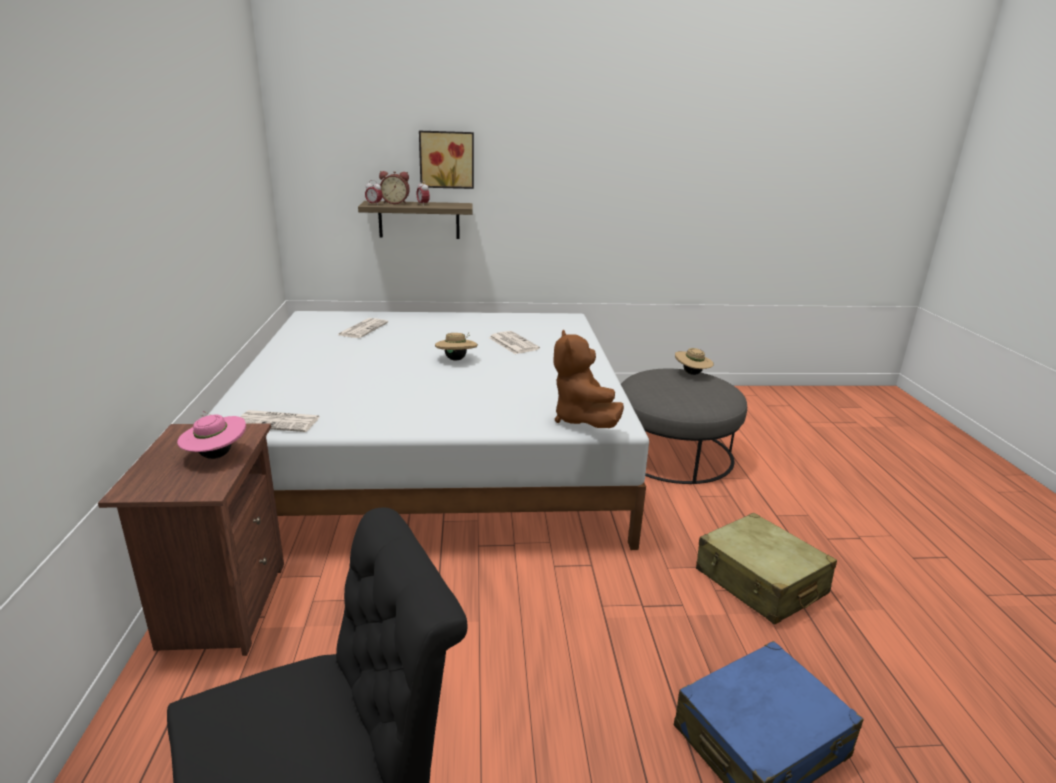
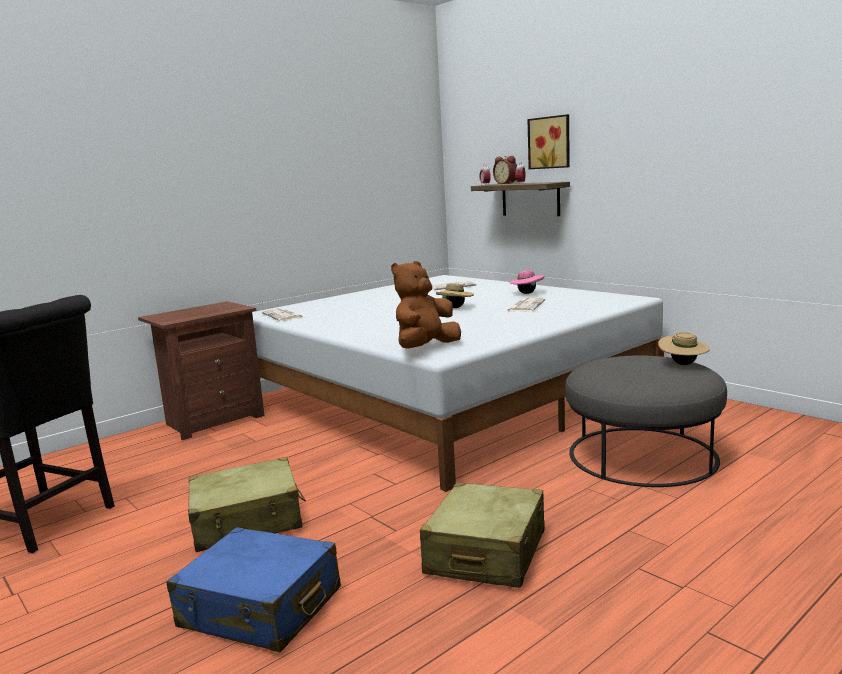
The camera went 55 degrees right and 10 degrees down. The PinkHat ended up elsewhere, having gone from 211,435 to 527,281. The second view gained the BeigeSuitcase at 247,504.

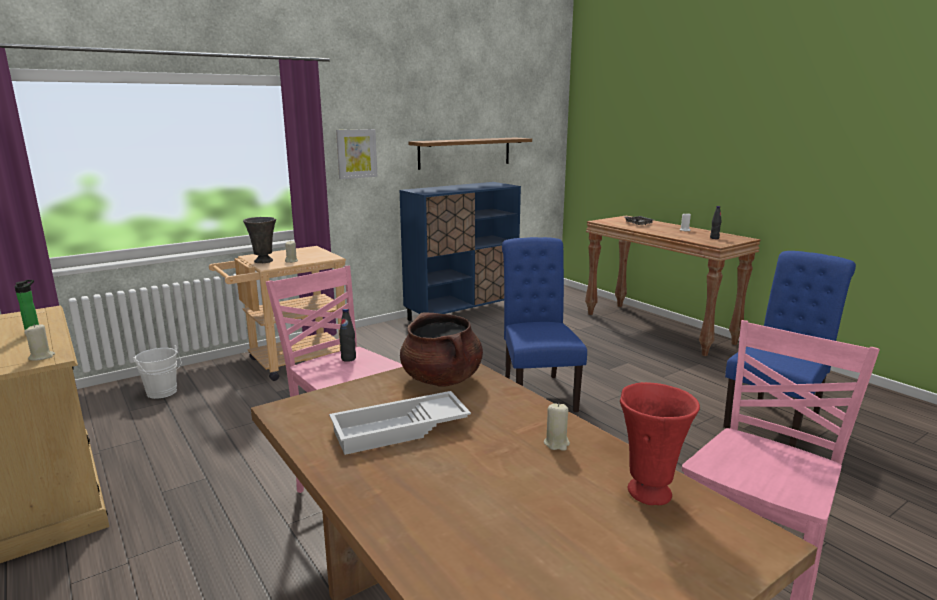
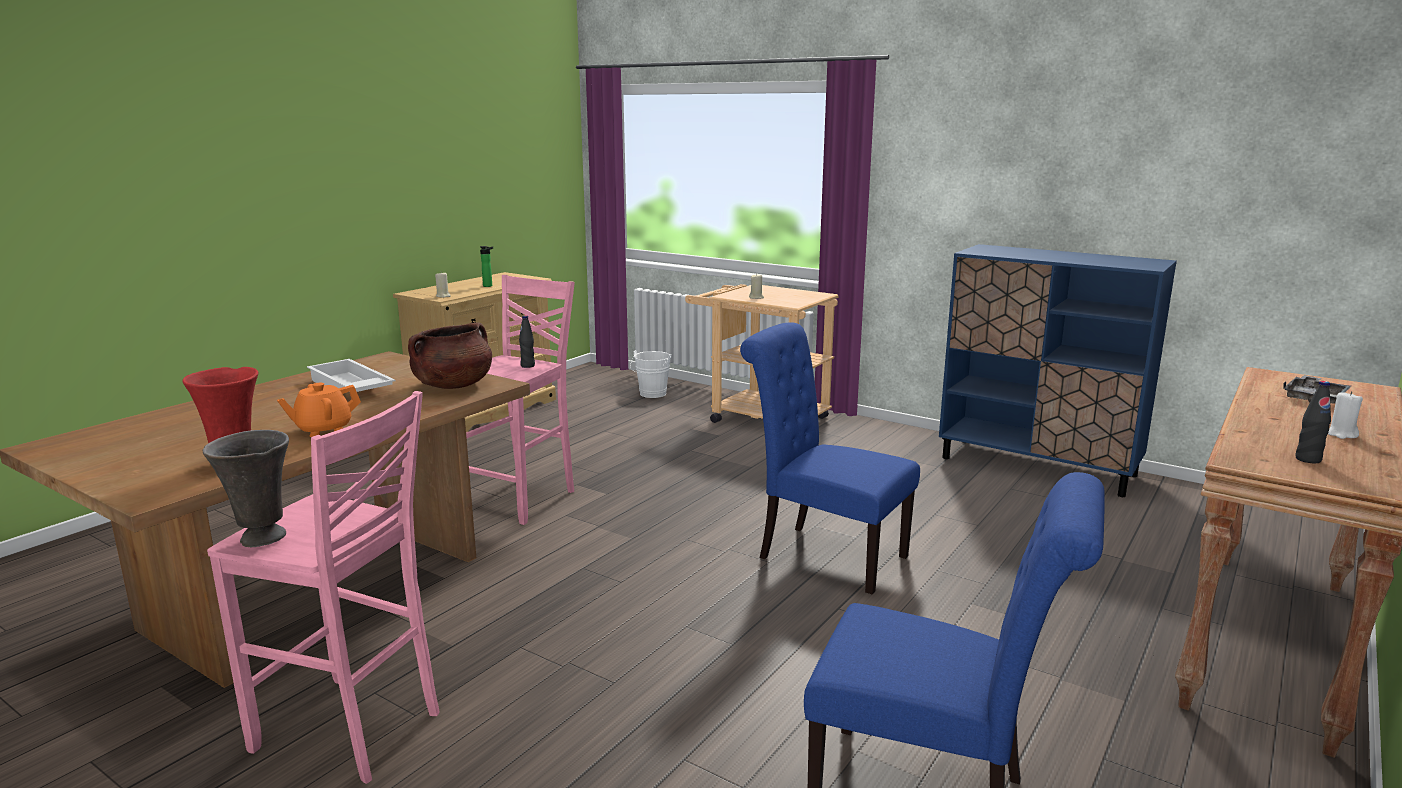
The camera went 70 degrees right and 0 degrees up. The second view lost the Picture at 357,154. The second view lost the Shelf at 470,153. The GreyVase ended up elsewhere, having gone from 259,240 to 246,488. The BlueChair at 544,324 ended up facing another way, 120 degrees counterclockwise from before. Where the BeigeCandle stood at 557,427, the OrangeTeapot came to stand at 319,410.

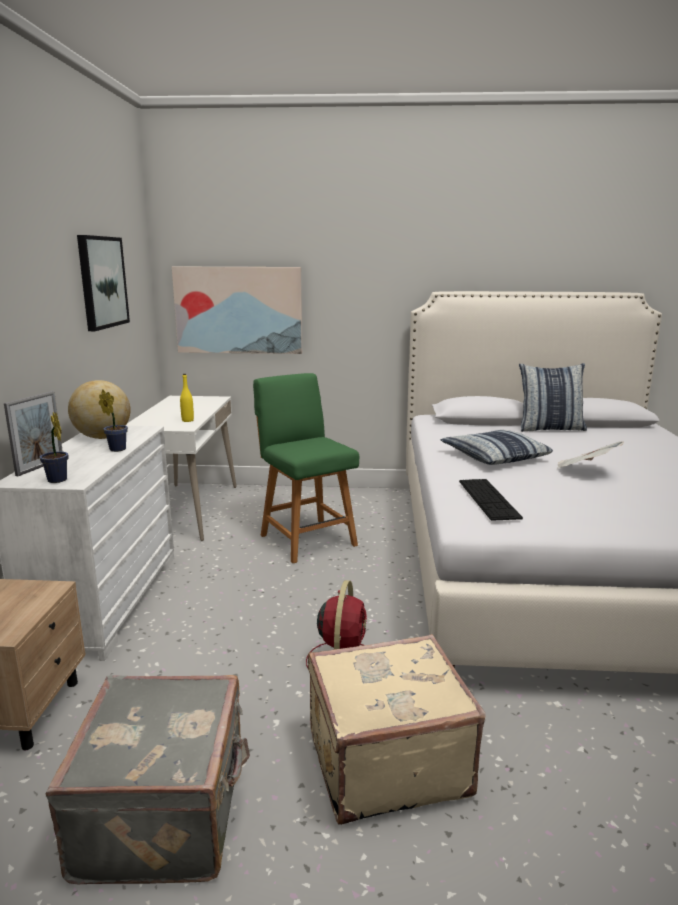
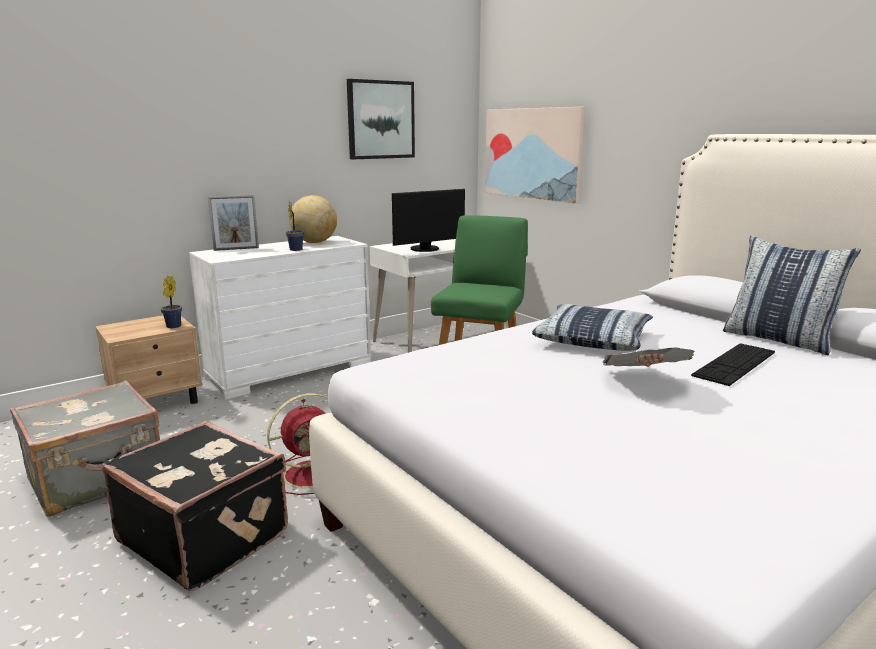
The camera went 50 degrees right and 0 degrees up. Where the YellowBottle stood at 187,398, the Monitor came to stand at 428,220. The PottedPlant ended up elsewhere, having gone from 53,447 to 171,302. The Keyboard ended up elsewhere, having gone from 491,500 to 733,364. What was the BeigeSuitcase at 397,729 turned into the BlackSuitcase at 195,506.

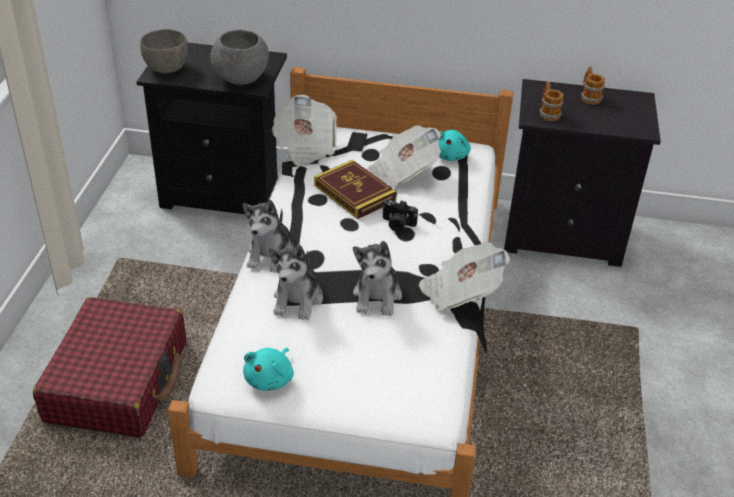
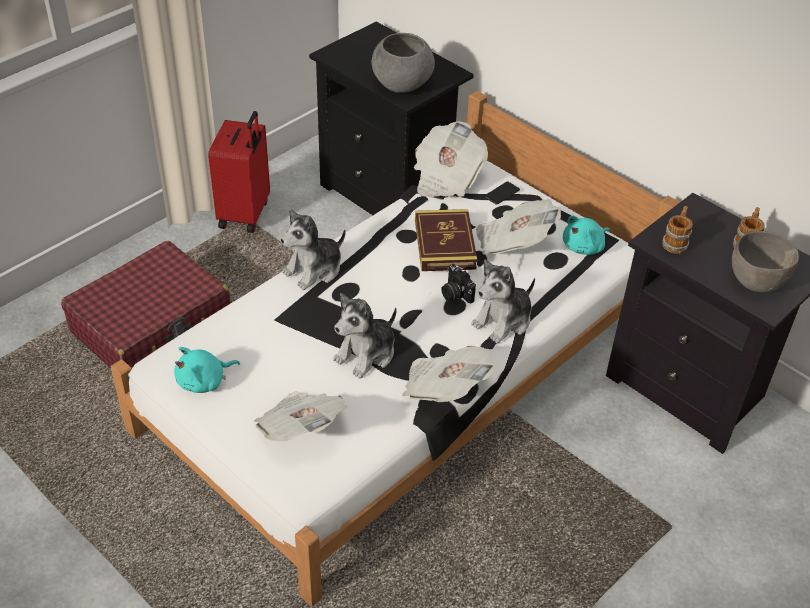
The camera went 35 degrees right and 5 degrees up. The GreyBowl ended up elsewhere, having gone from 164,51 to 765,261. The PlushToy ended up elsewhere, having gone from 296,282 to 503,301. The second view gained the RedSuitcase at 239,172. The second view gained the Newspaper at 301,416.

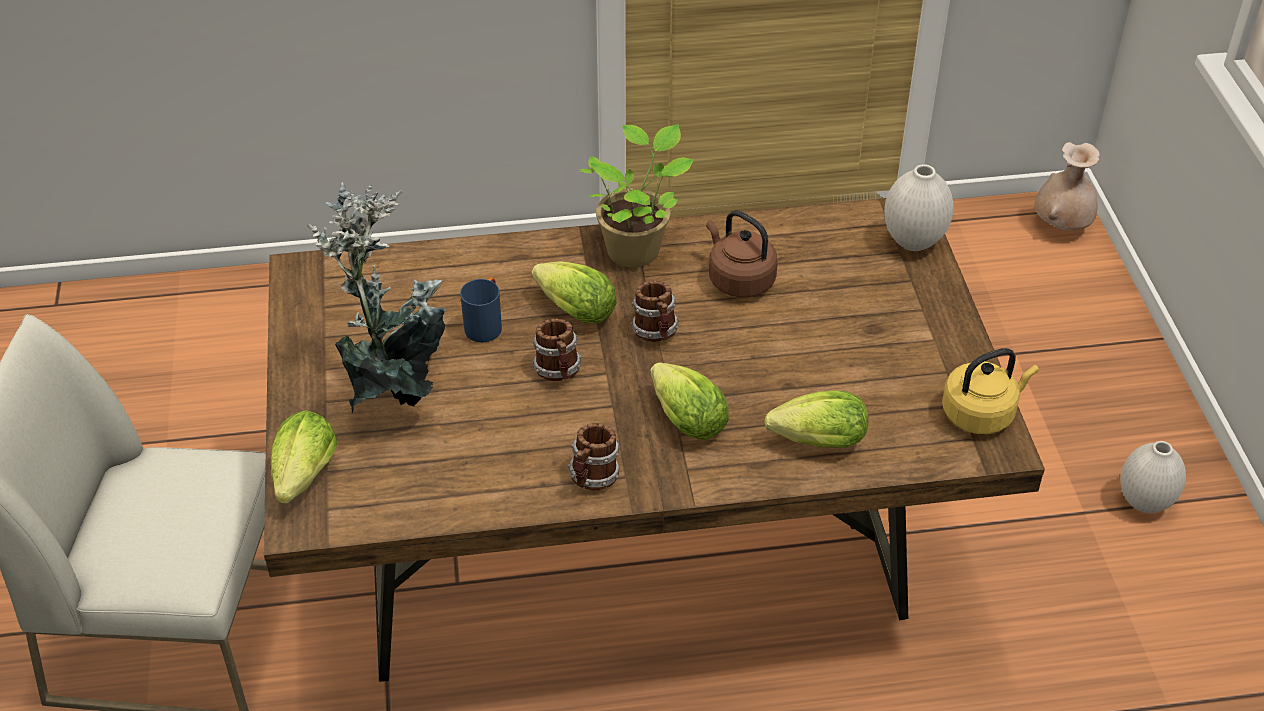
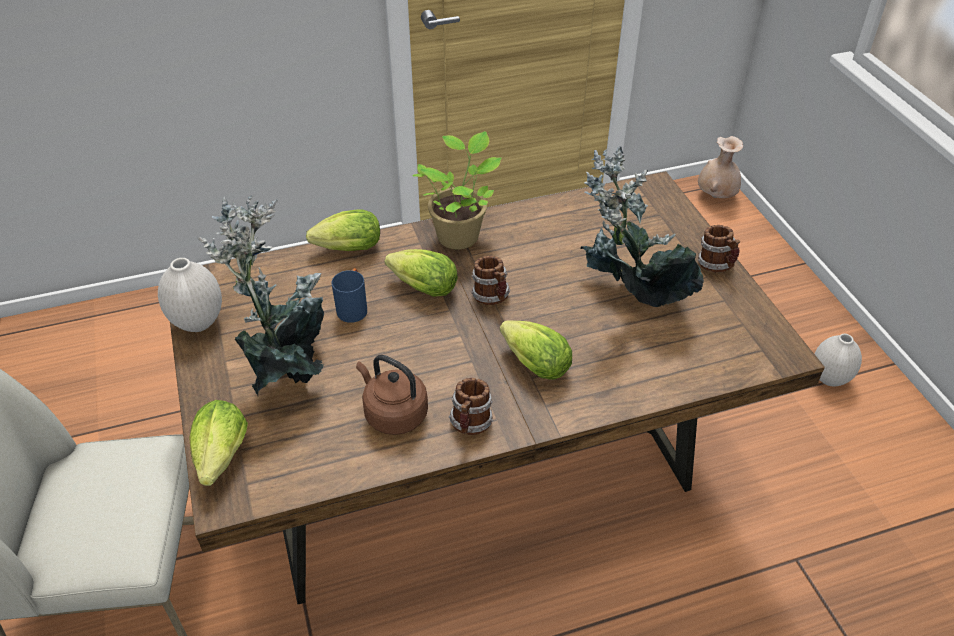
The camera went 10 degrees left and 0 degrees up. The WhiteVase ended up elsewhere, having gone from 918,207 to 190,295. The BrownKettle ended up elsewhere, having gone from 742,254 to 392,395. The Mug ended up elsewhere, having gone from 556,349 to 719,248. The second view lost the YellowKettle at 990,391. The Lettuce ended up elsewhere, having gone from 816,419 to 343,230. The second view gained the PottedPlant at 642,226.

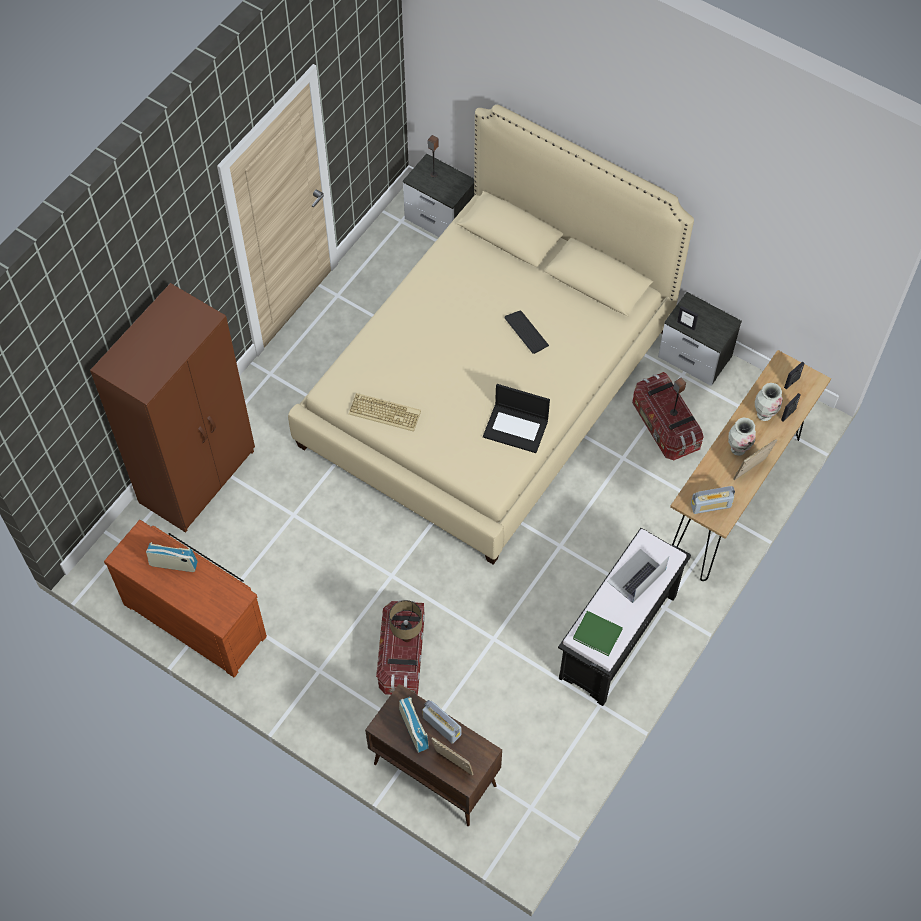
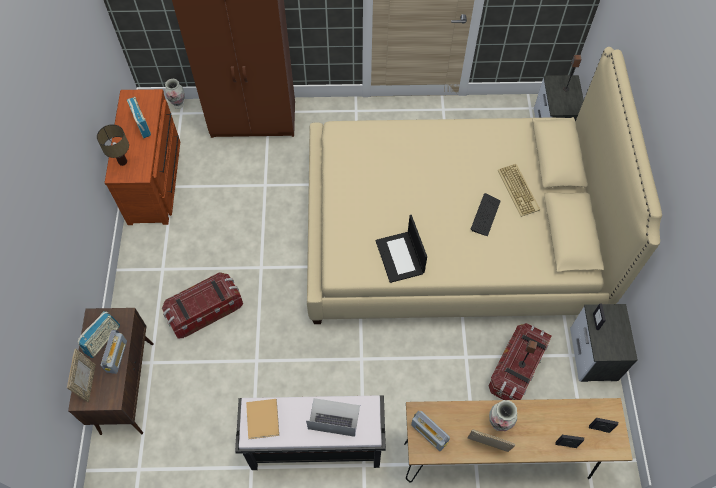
The camera went 55 degrees right and 0 degrees up. The Vase ended up elsewhere, having gone from 768,402 to 175,94. The Keyboard ended up elsewhere, having gone from 385,412 to 519,190. The TableLamp ended up elsewhere, having gone from 405,621 to 113,145. What was the GreenBook at 598,633 turned into the BeigeBook at 262,419.

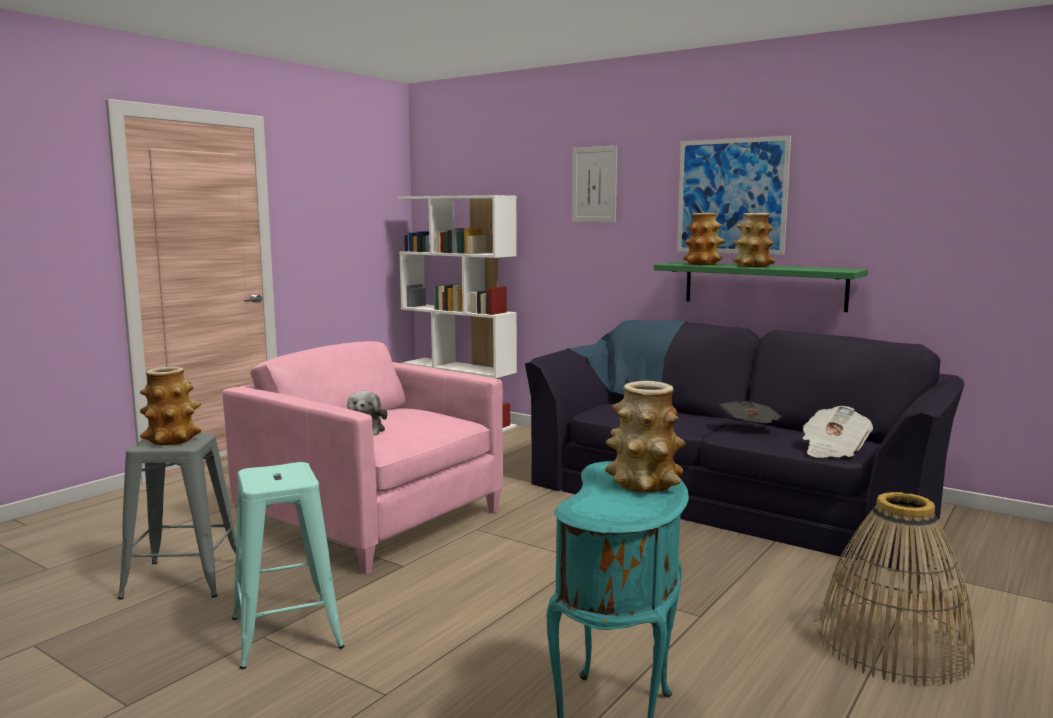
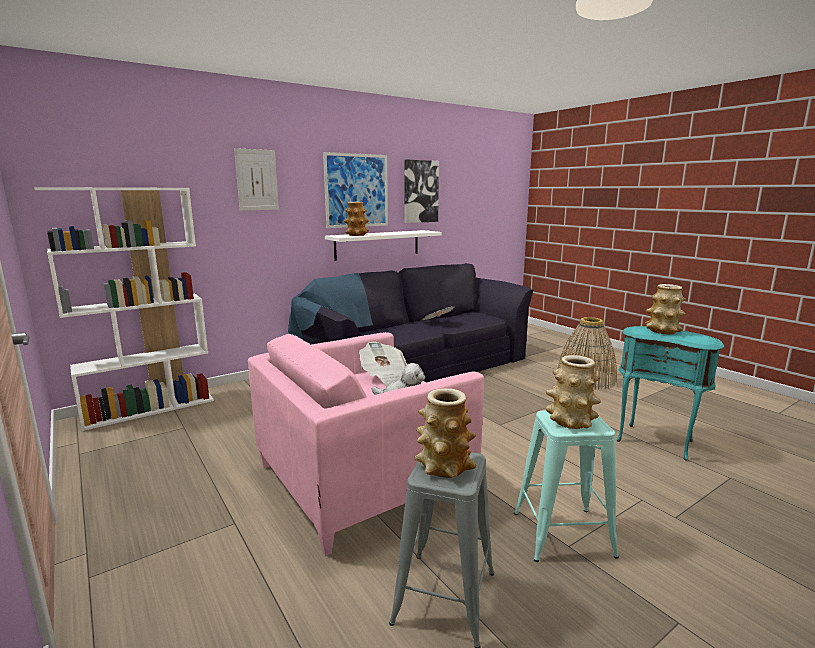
The camera went 70 degrees left and 5 degrees up. The Vase ended up elsewhere, having gone from 754,240 to 573,392. What was the GreenShelf at 761,287 turned into the WhiteShelf at 383,245. The Newspaper ended up elsewhere, having gone from 837,432 to 383,364. The second view gained the Picture at 421,191.

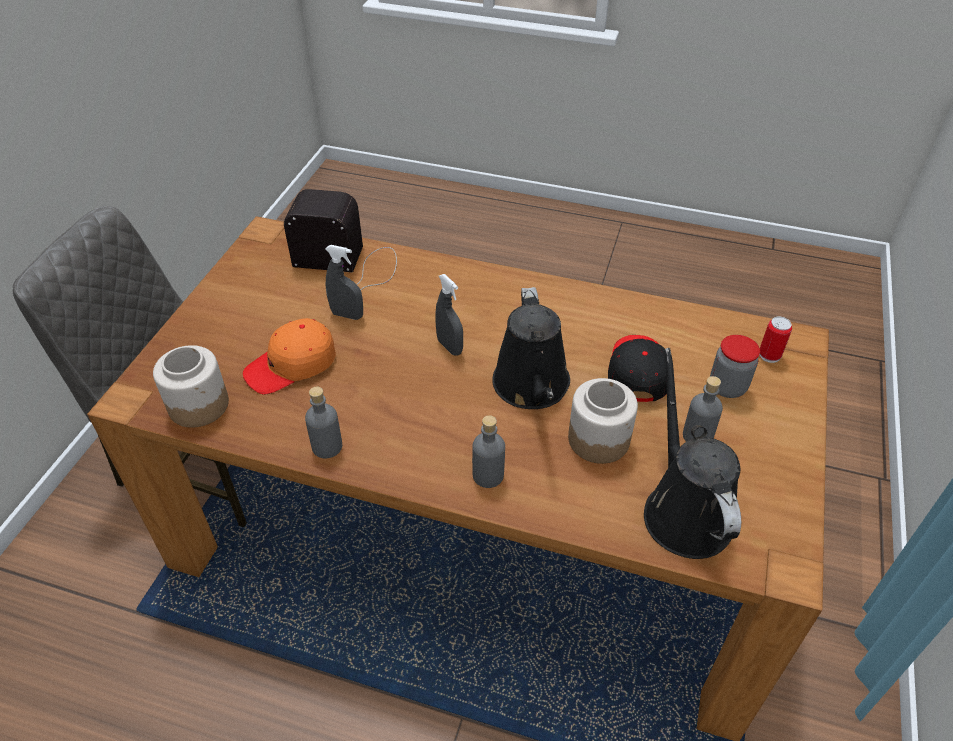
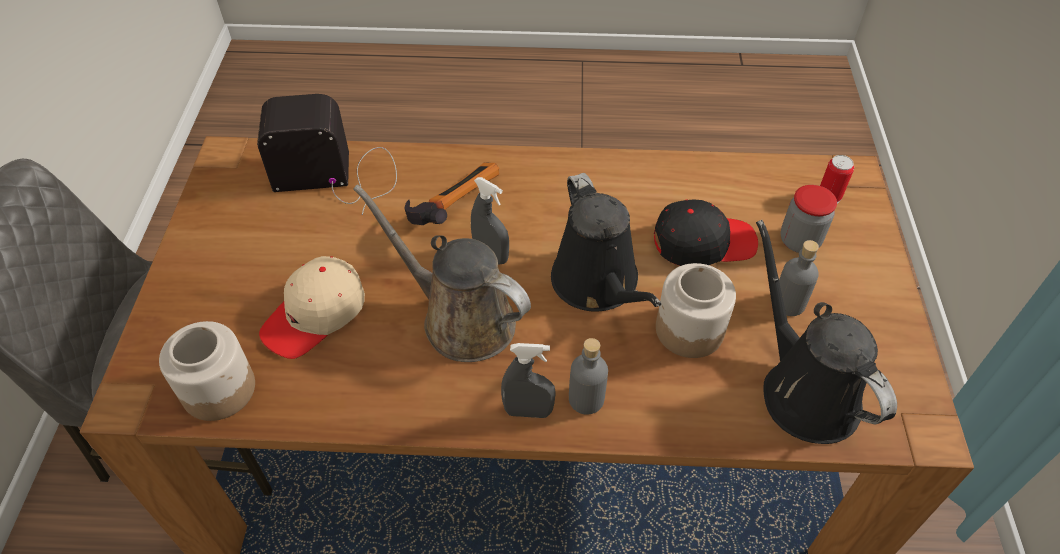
The camera went 15 degrees left and 5 degrees up. The GreySprayBottle ended up elsewhere, having gone from 344,282 to 528,380. What was the OrangeCap at 289,356 turned into the BeigeCap at 312,307. The BlackCap at 637,368 ended up facing another way, 90 degrees clockwise from before. The second view lost the GreyBottle at 323,422. The second view gained the Hammer at 451,194. The second view gained the BrownWateringCan at 442,273.

